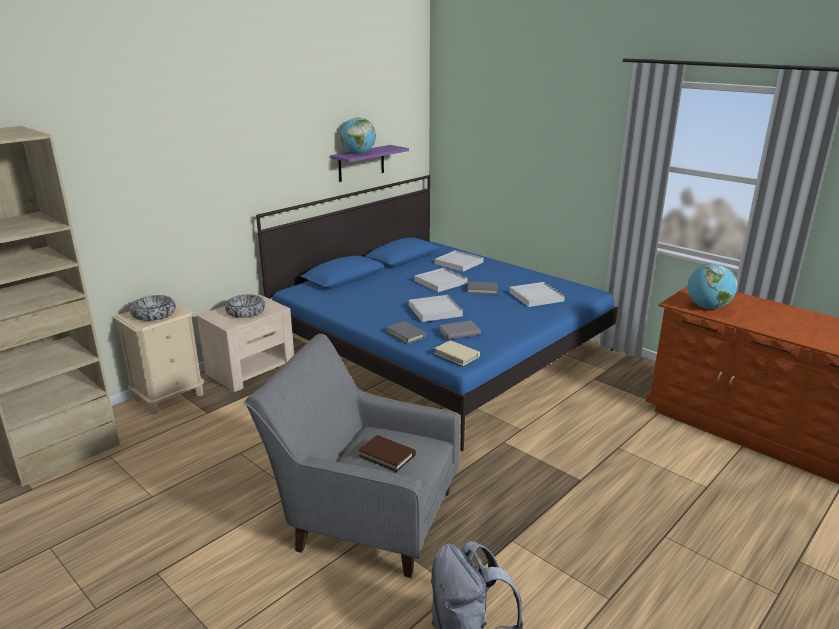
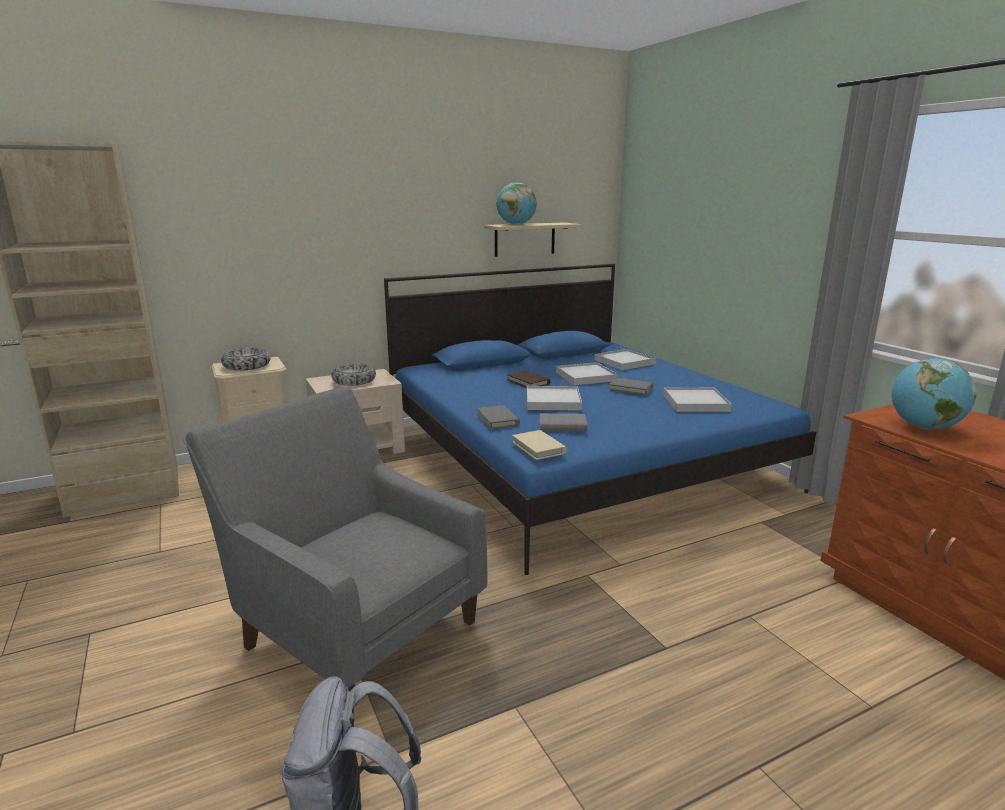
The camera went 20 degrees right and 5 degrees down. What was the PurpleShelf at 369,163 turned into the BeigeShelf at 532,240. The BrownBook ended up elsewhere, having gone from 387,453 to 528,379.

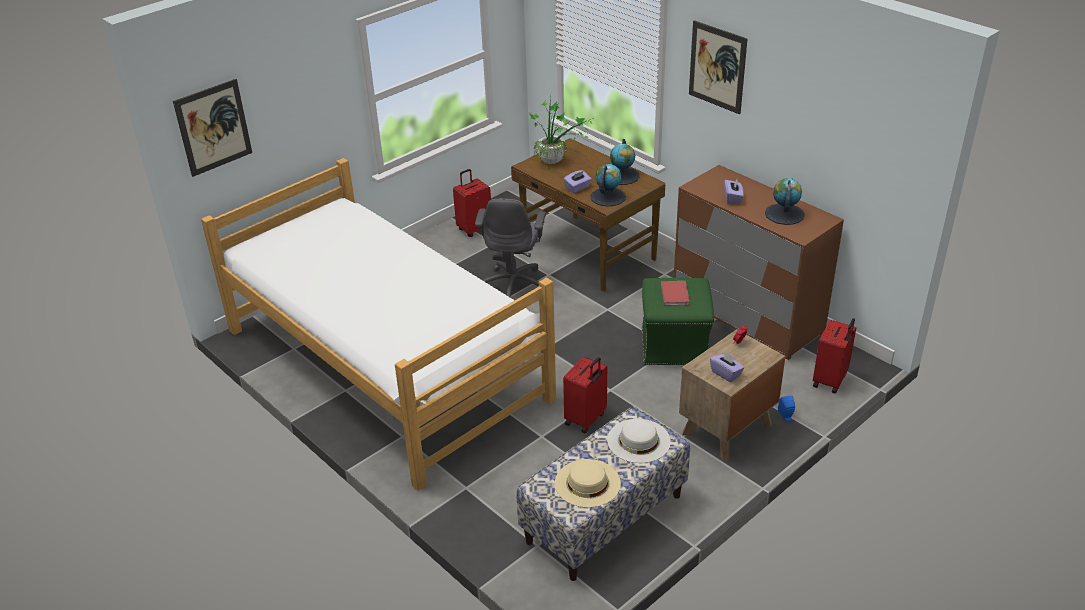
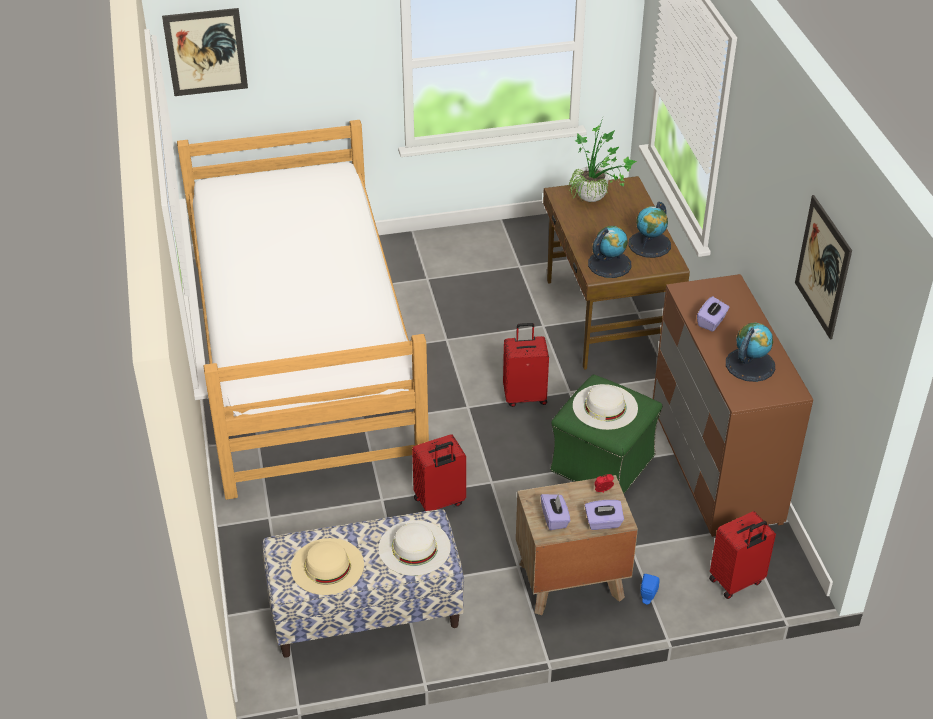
The camera went 30 degrees right and 5 degrees up. The Picture ended up elsewhere, having gone from 718,67 to 823,267. The RedSuitcase ended up elsewhere, having gone from 472,203 to 526,365. The PurpleTissueBox ended up elsewhere, having gone from 577,181 to 604,515. The second view lost the GreyOfficeChair at 510,248. Where the RedBook stood at 675,293, the WhiteHat came to stand at 605,407.

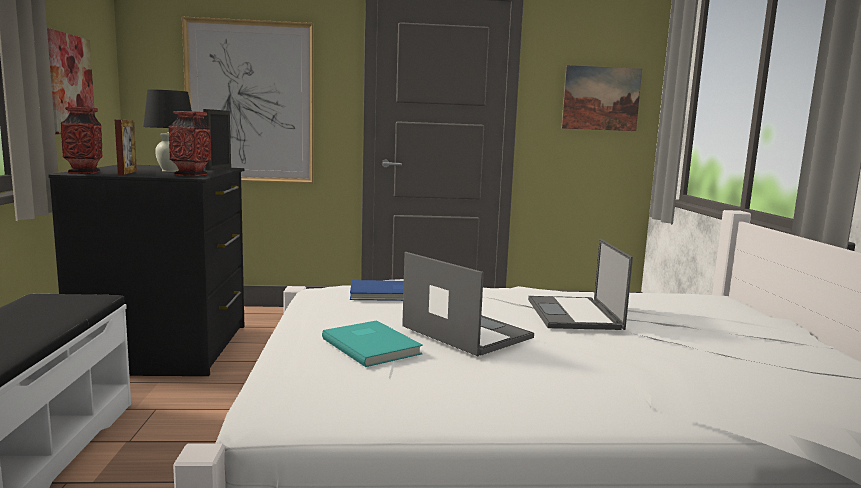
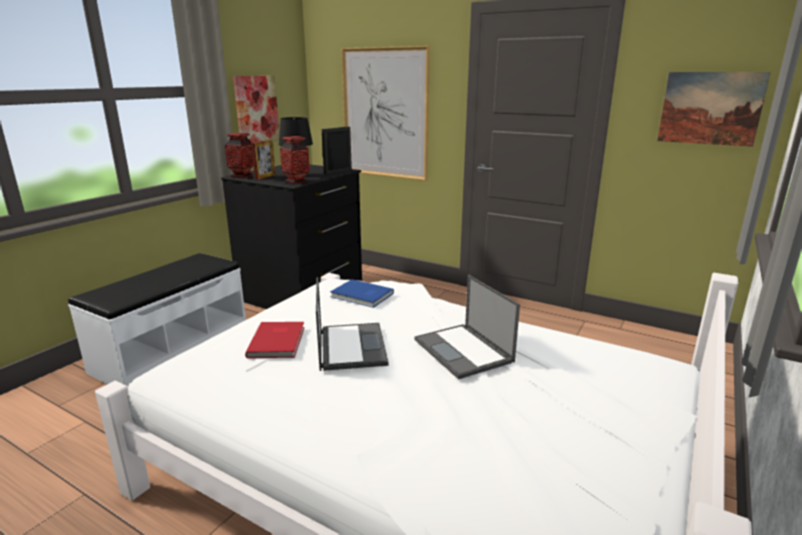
The camera went 35 degrees right and 10 degrees up. The Laptop at 580,284 ended up facing another way, 60 degrees counterclockwise from before. What was the TurquoiseBook at 372,343 turned into the RedBook at 275,340.

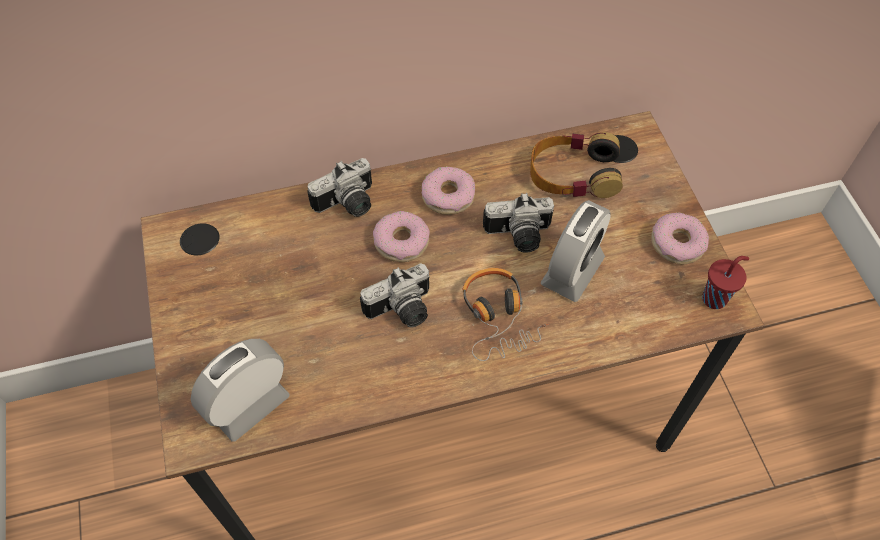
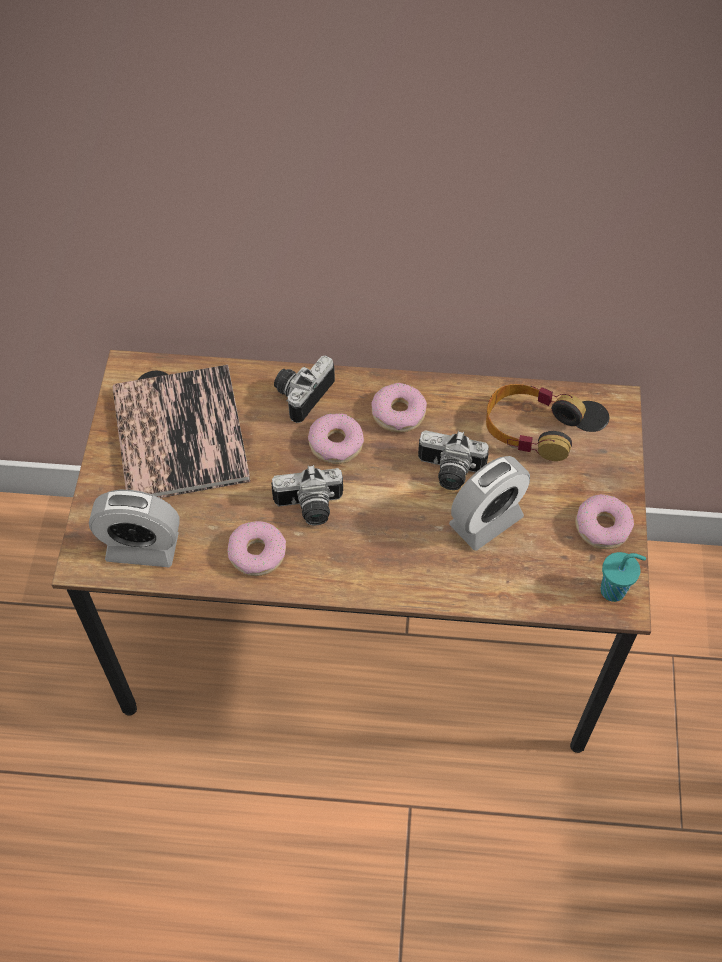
The camera went 20 degrees right and 0 degrees up. The PhotoCamera at 339,187 ended up facing another way, 135 degrees clockwise from before. What was the RedCup at 725,282 turned into the TurquoiseCup at 623,577. The second view lost the Headphones at 506,314. The AlarmClock at 240,390 ended up facing another way, 150 degrees counterclockwise from before. The second view gained the Book at 181,431. The second view gained the Donut at 256,548.

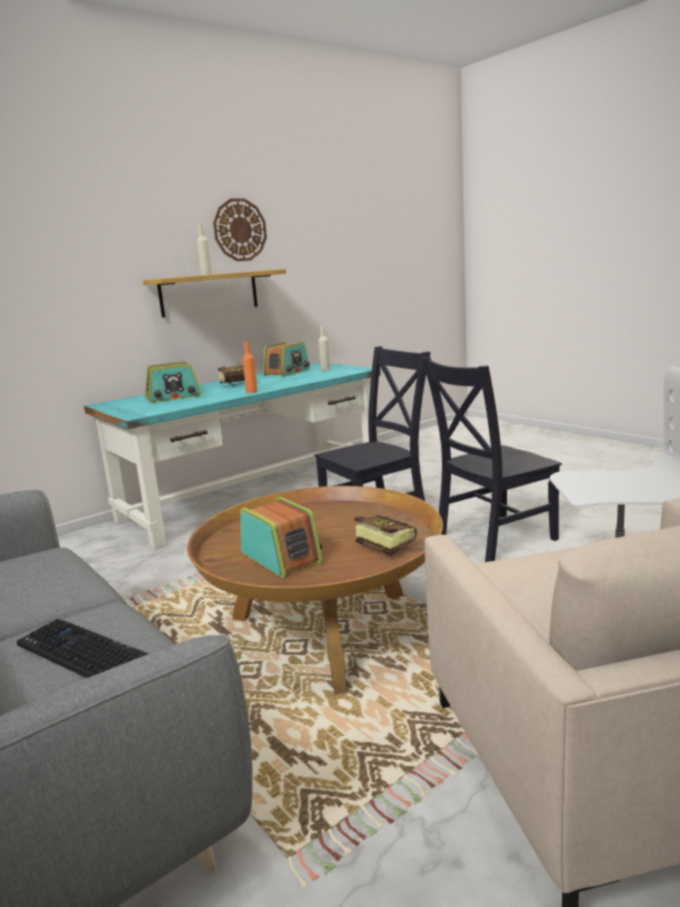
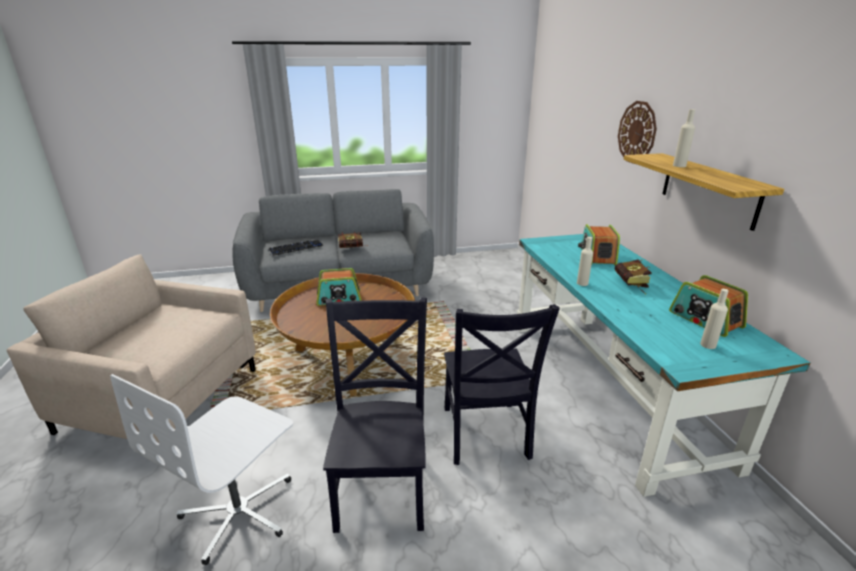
The camera went 115 degrees right and 10 degrees up. The WallClock ended up elsewhere, having gone from 240,229 to 637,132. What was the OrangeBottle at 250,367 turned into the BeigeBottle at 585,261. The Book ended up elsewhere, having gone from 385,535 to 353,239.

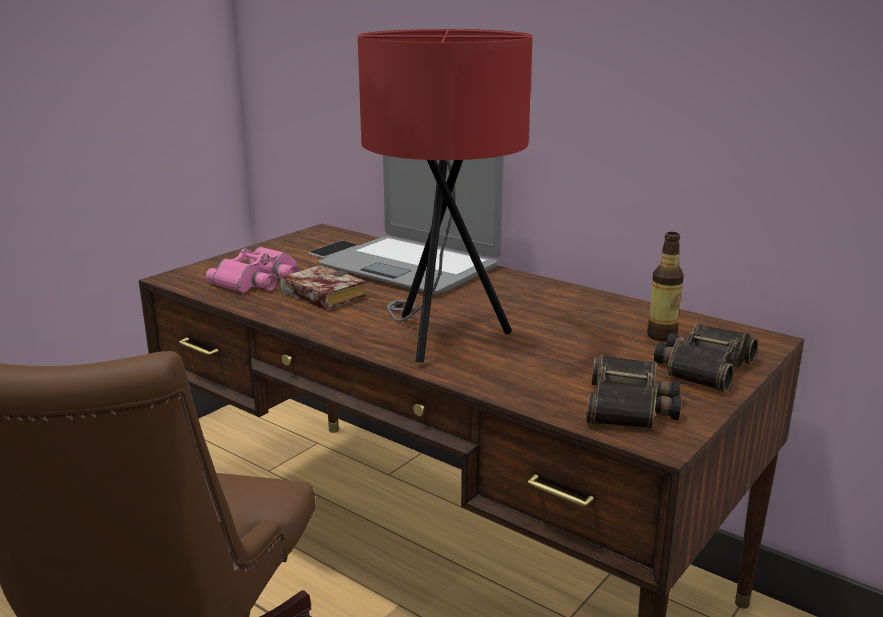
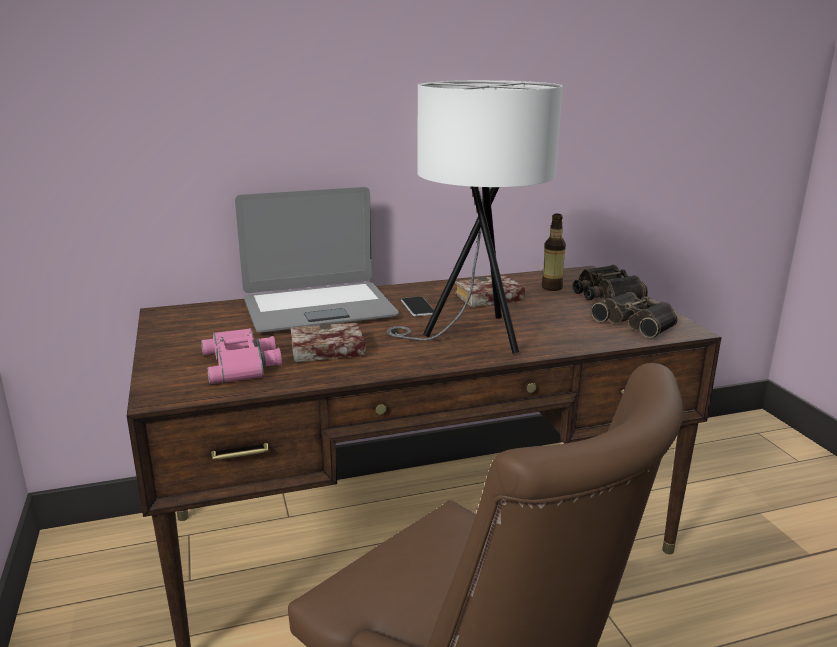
The camera went 55 degrees left and 0 degrees up. What was the RedTableLamp at 445,195 turned into the WhiteTableLamp at 475,216. The Phone ended up elsewhere, having gone from 334,250 to 417,307. The second view gained the Book at 490,291.

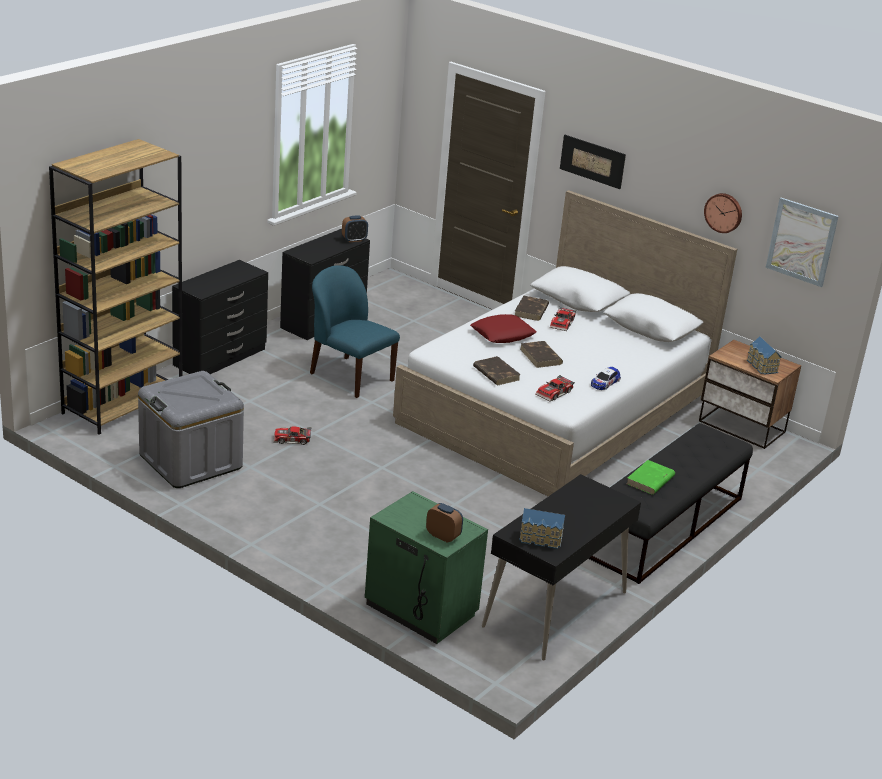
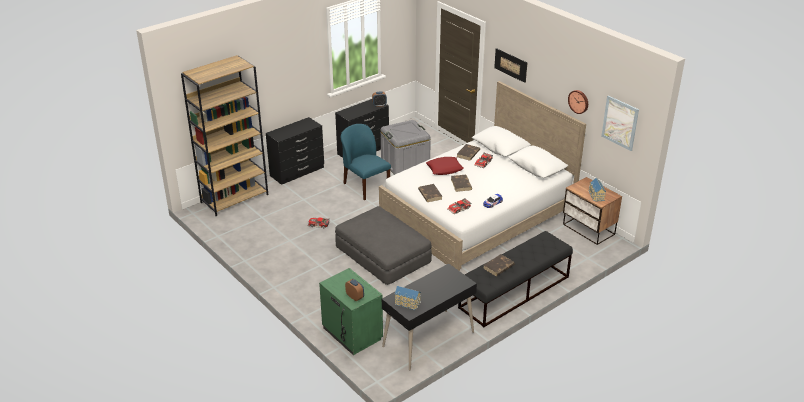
The camera went 15 degrees right and 5 degrees up. The GreyStorageBox ended up elsewhere, having gone from 191,429 to 406,147. What was the GreenBook at 650,477 turned into the BrownBook at 499,265. The second view gained the GreyOttoman at 383,245.

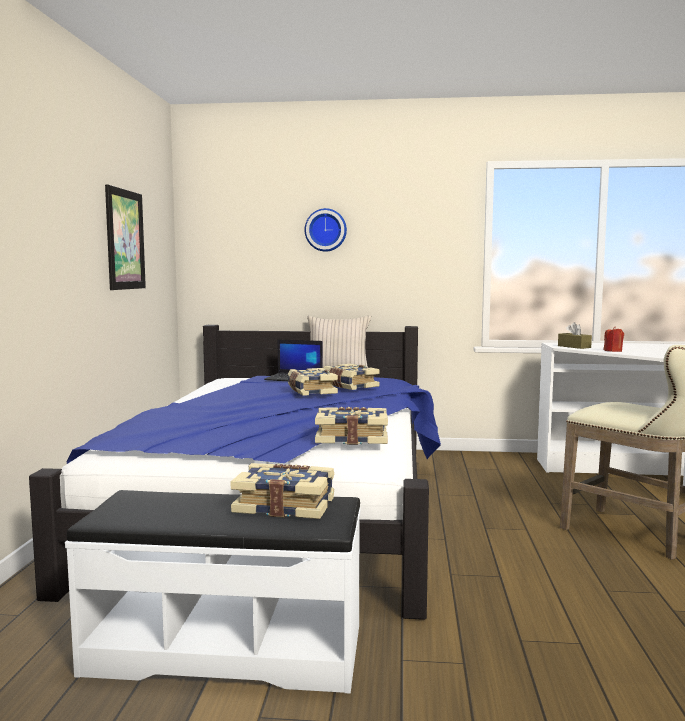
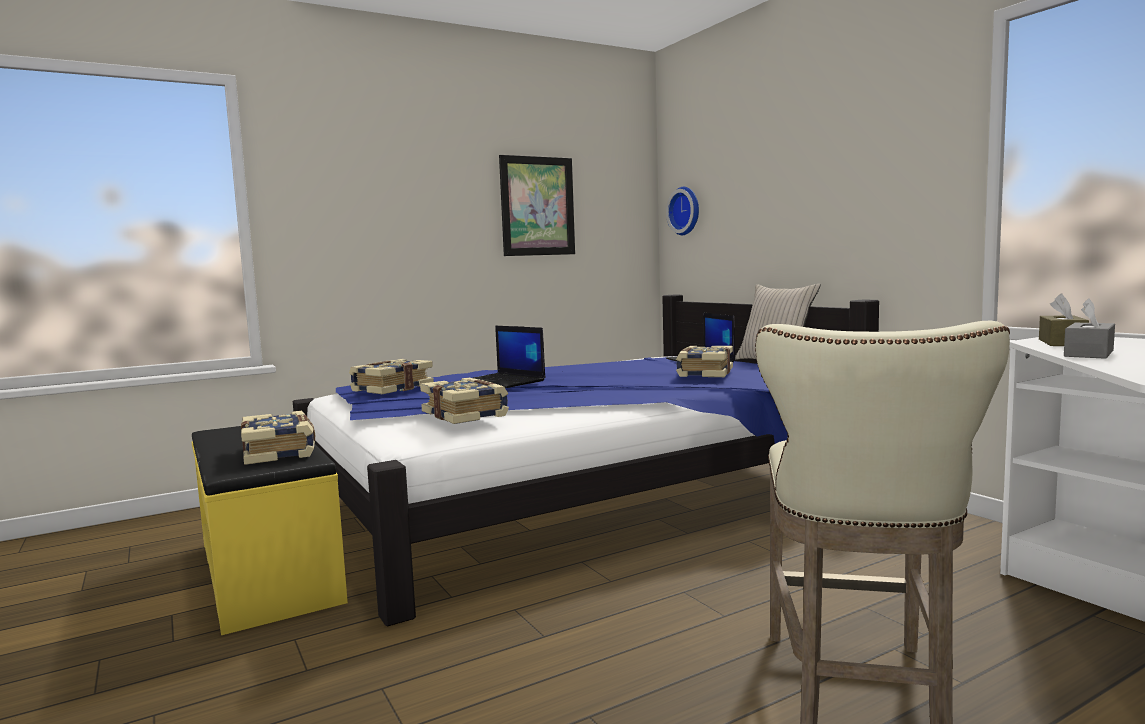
The camera went 55 degrees right and 0 degrees up. The WallClock ended up elsewhere, having gone from 326,230 to 682,211. Where the RedCandle stood at 614,339, the GreyTissueBox came to stand at 1089,328. The Book ended up elsewhere, having gone from 313,382 to 391,376. What was the WhiteBench at 213,592 turned into the YellowBench at 270,530. The second view gained the Laptop at 502,357.

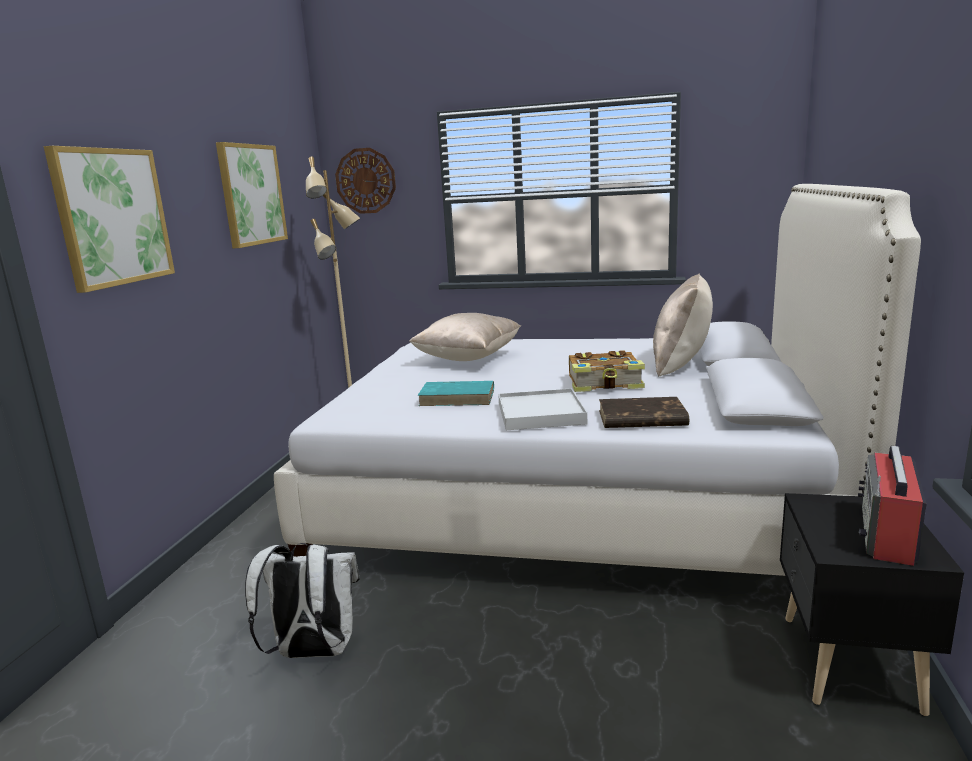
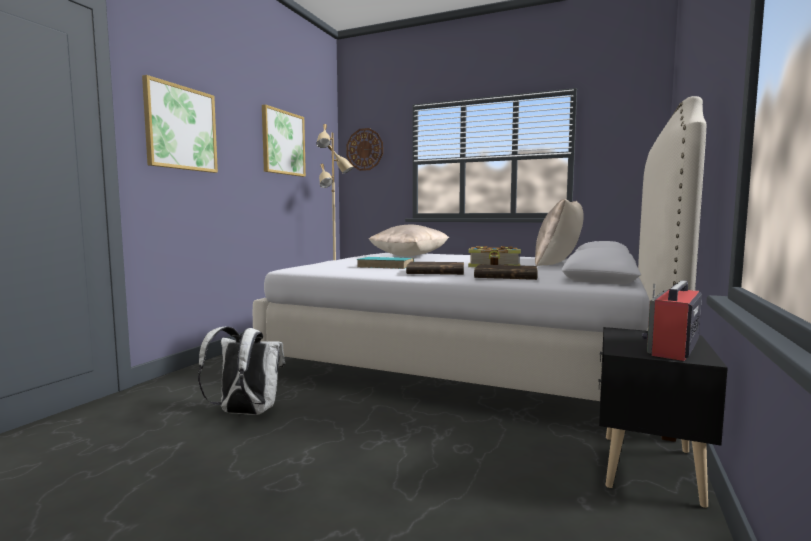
The camera went 10 degrees right and 10 degrees down. Where the WhiteTray stood at 542,409, the BrownBook came to stand at 435,268.

